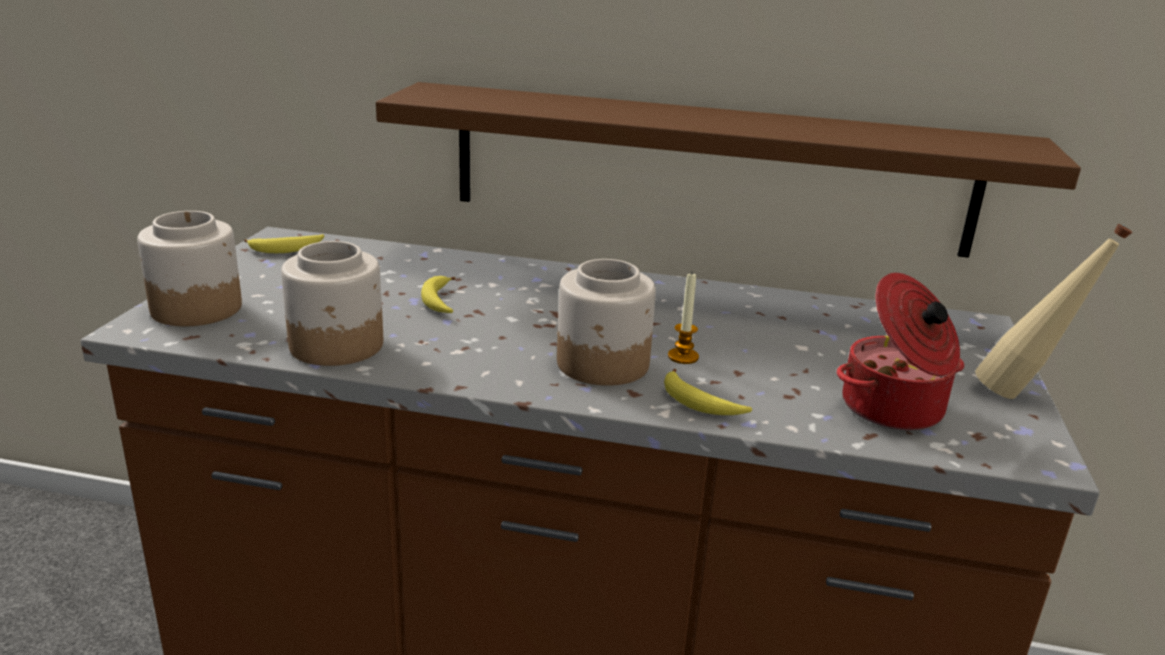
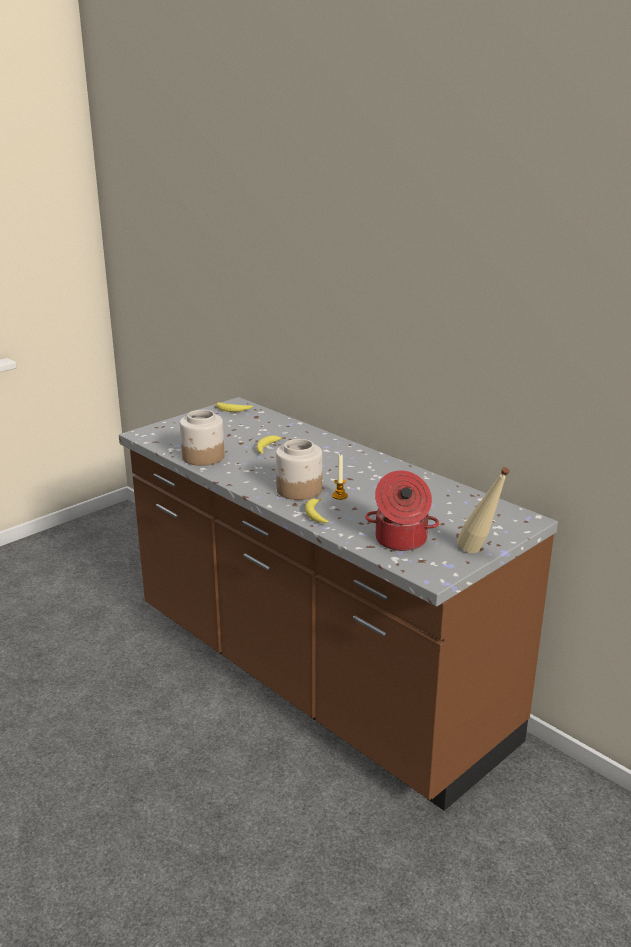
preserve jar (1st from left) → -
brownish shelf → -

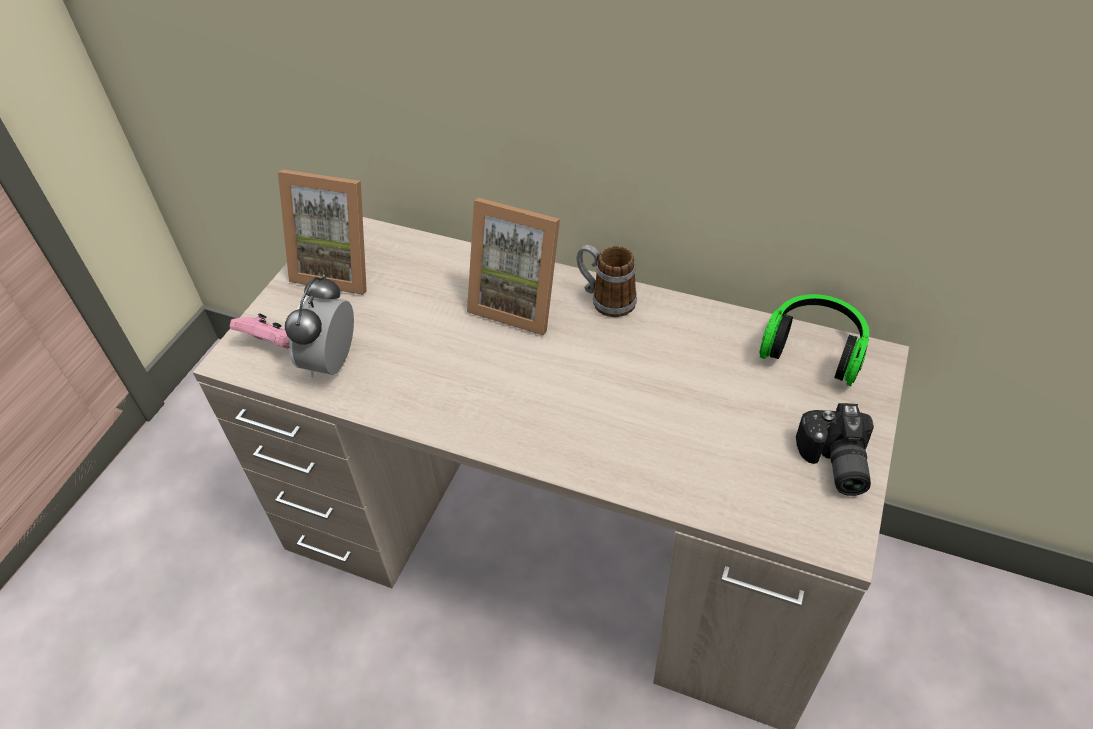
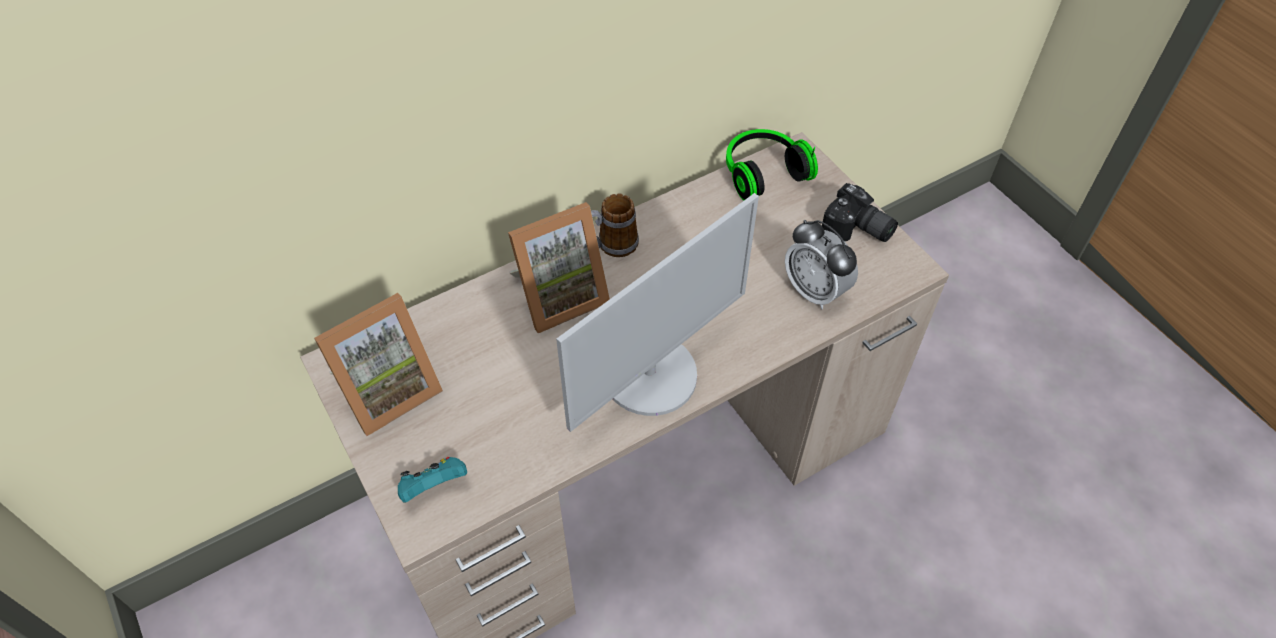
pinkish gamepad → turquoise gamepad
- → monitor
alarm clock, move

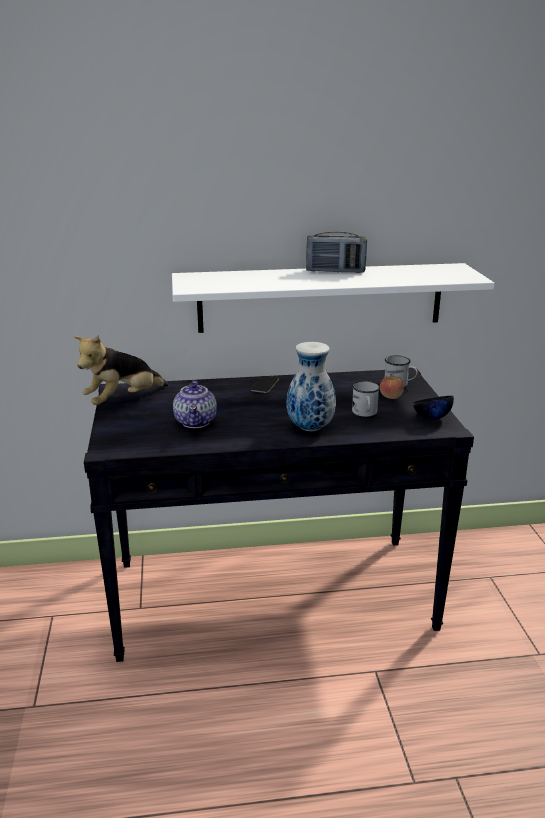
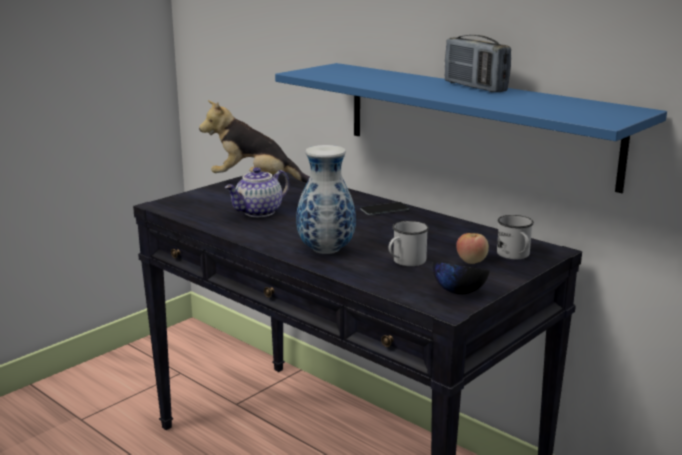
white-coloured shelf → bluish shelf

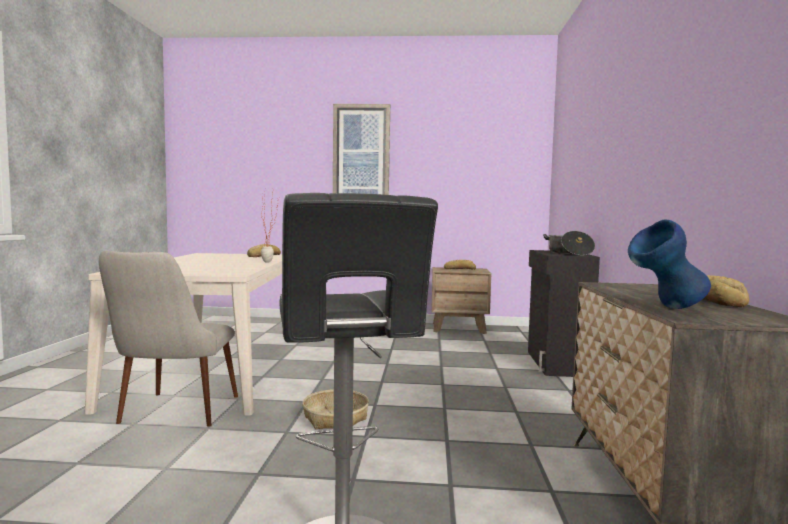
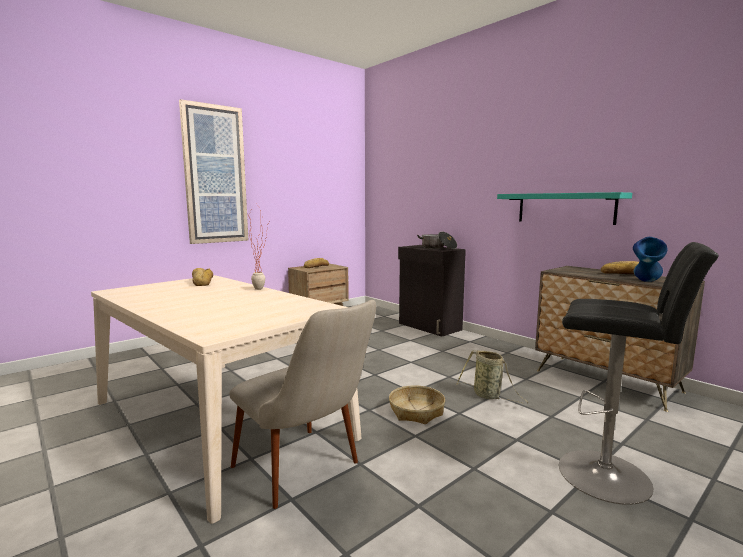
- → household basket (2nd from left)
- → turquoise shelf

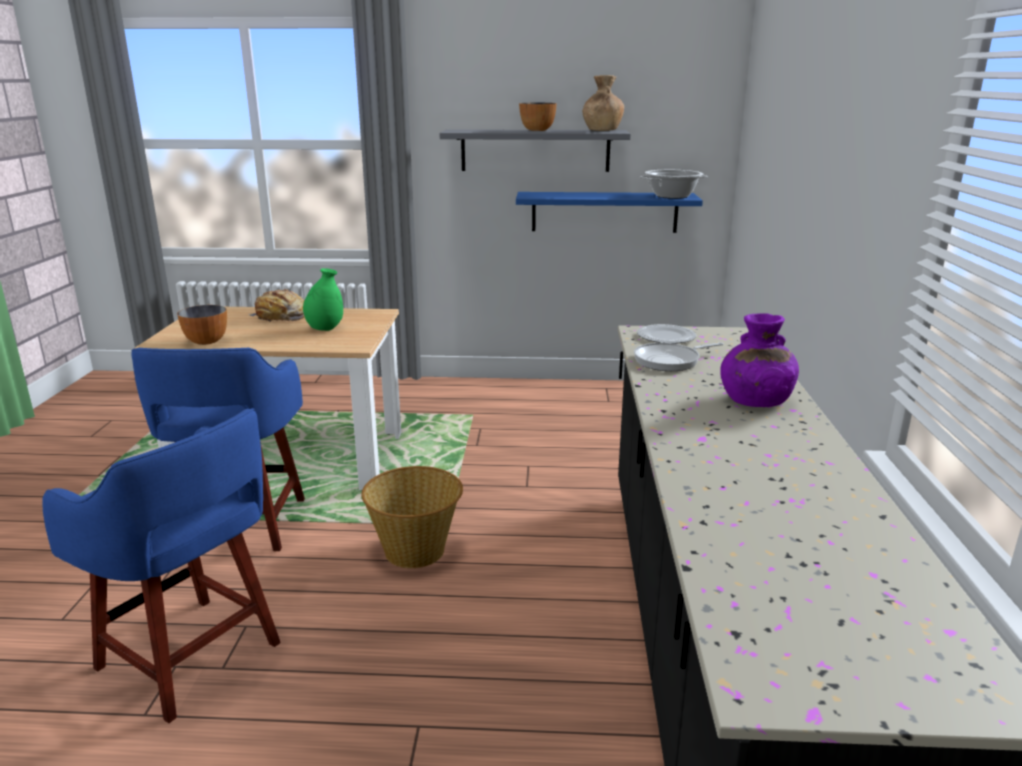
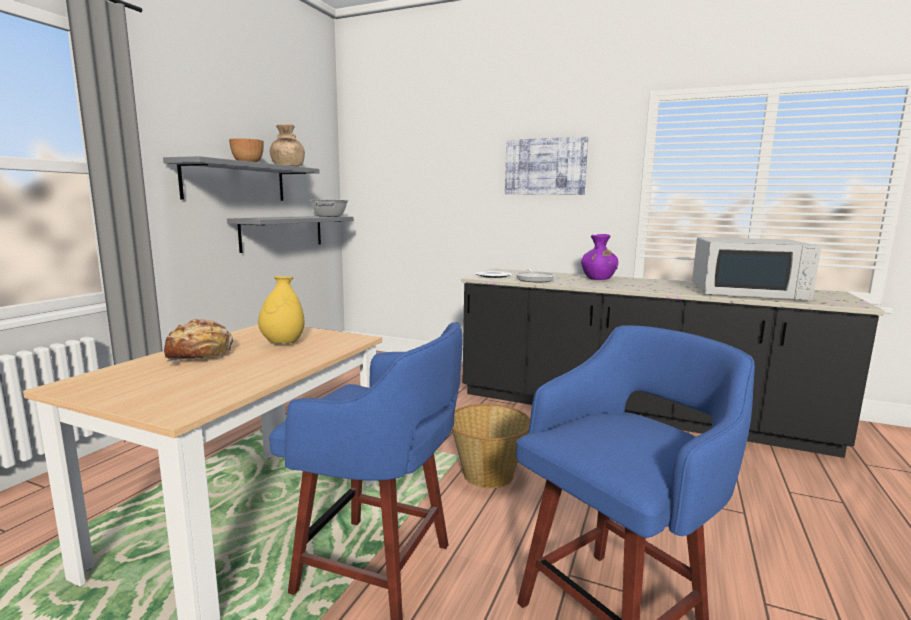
bluish shelf → grey shelf (2nd from left)
green vase → yellow-coloured vase
- → wall art
- → white-coloured kitchen microwave
bowl (1st from left) → -

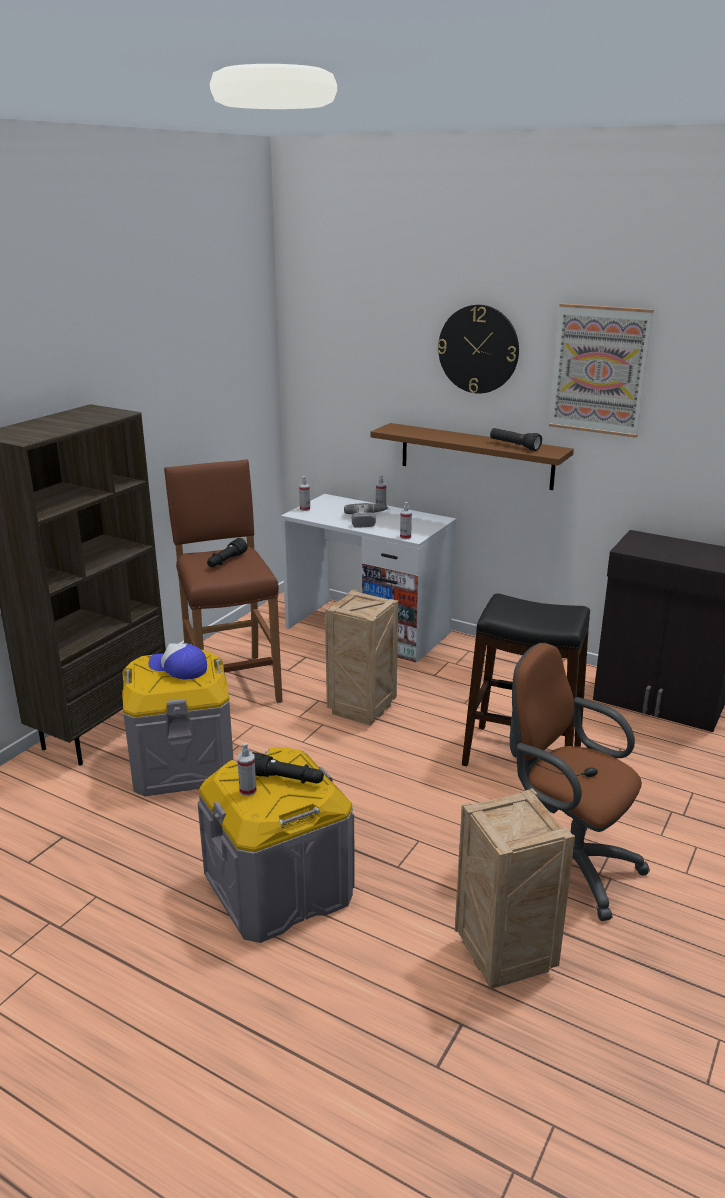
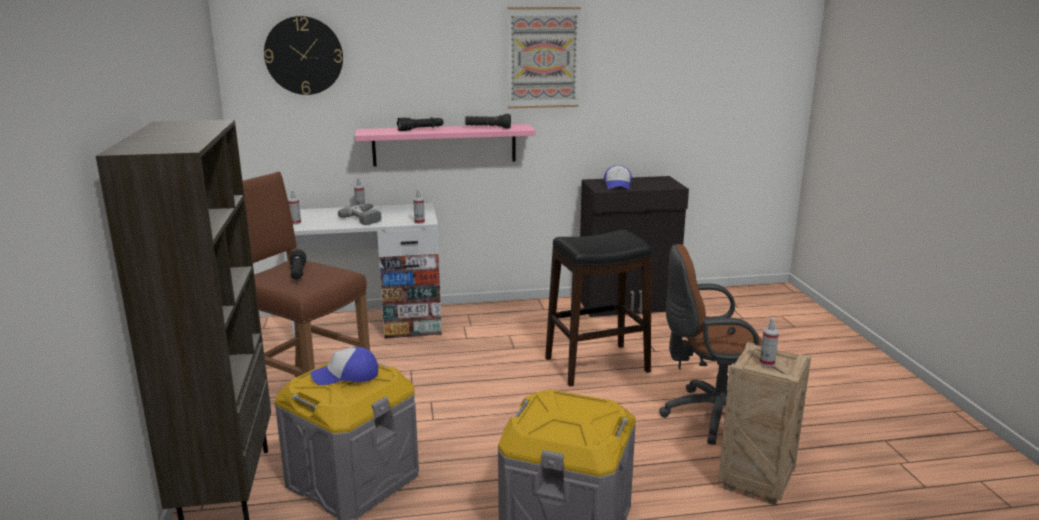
hanging clock, move
brownish shelf → pinkish shelf
blackish hand torch (2nd from left), move
- → baseball cap (2nd from left)
sprayer (1st from left in the first image) → sprayer (4th from left), move
shipping crate (1st from left) → -

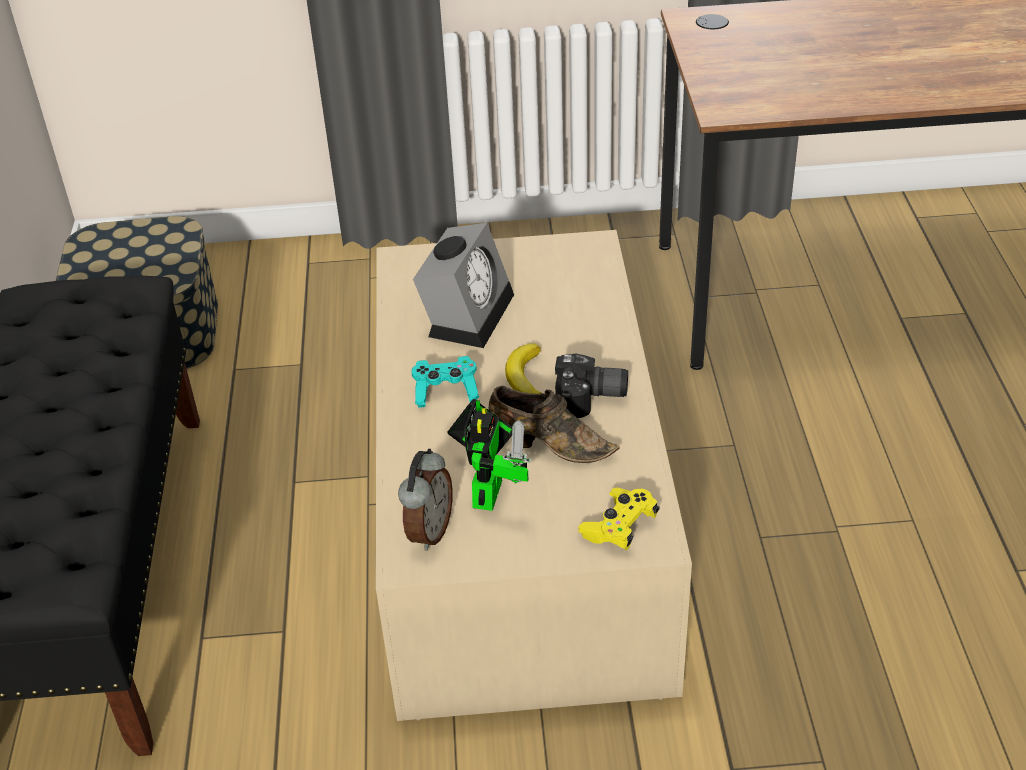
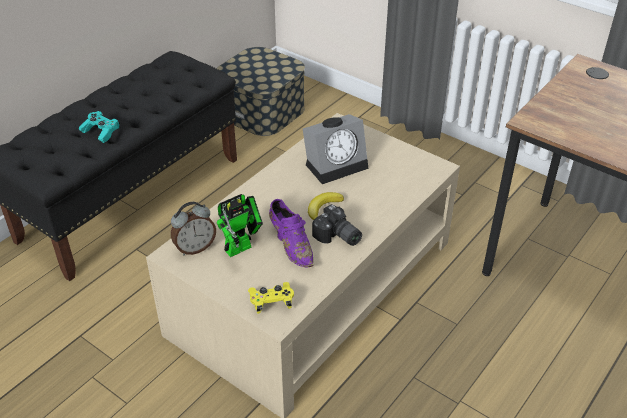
turquoise gamepad, move
brownish item of footwear → purple item of footwear

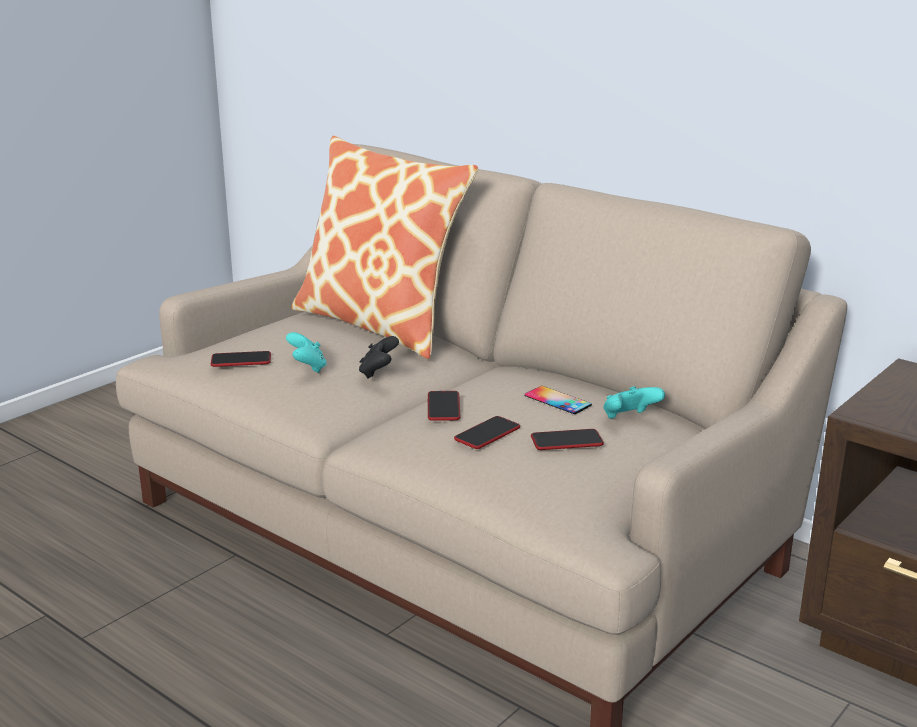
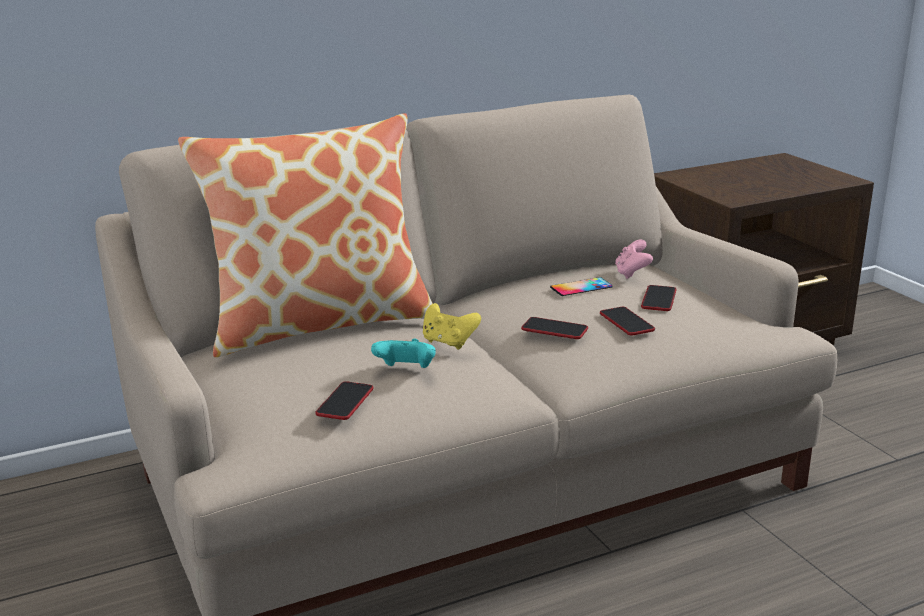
blackish gamepad → yellow-coloured gamepad
turquoise gamepad (2nd from left) → pinkish gamepad

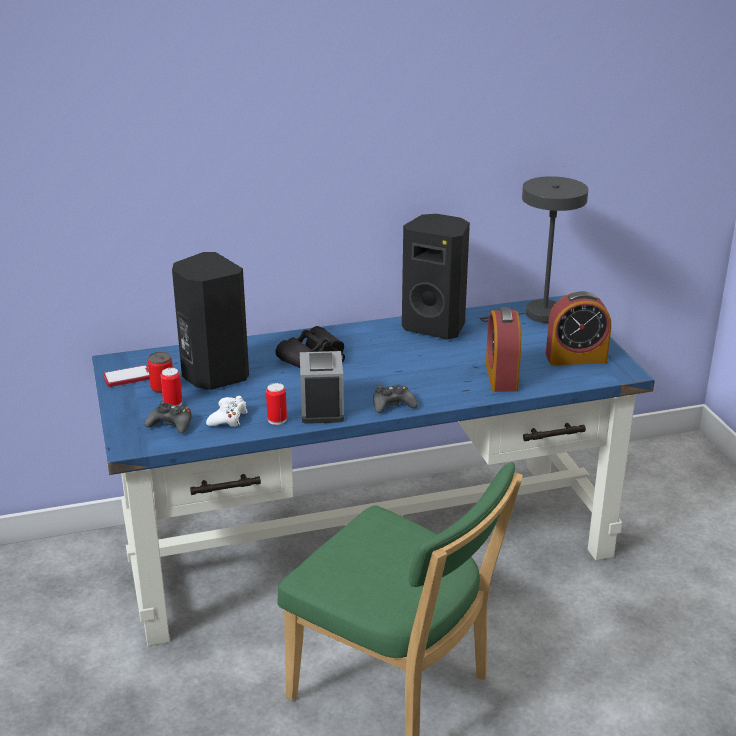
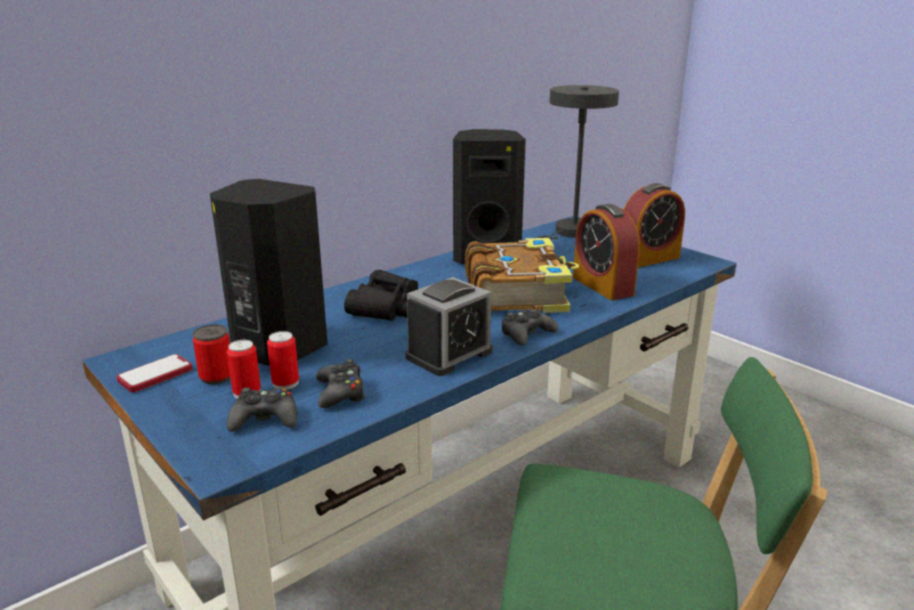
metal can (3rd from left), move
white-coloured gamepad → blackish gamepad (2nd from left)
alarm clock (1st from left), 75 degrees clockwise
- → volume

